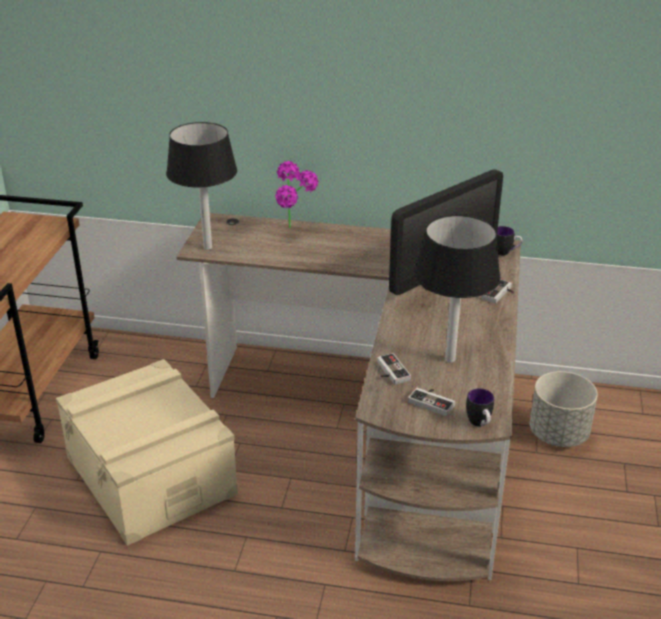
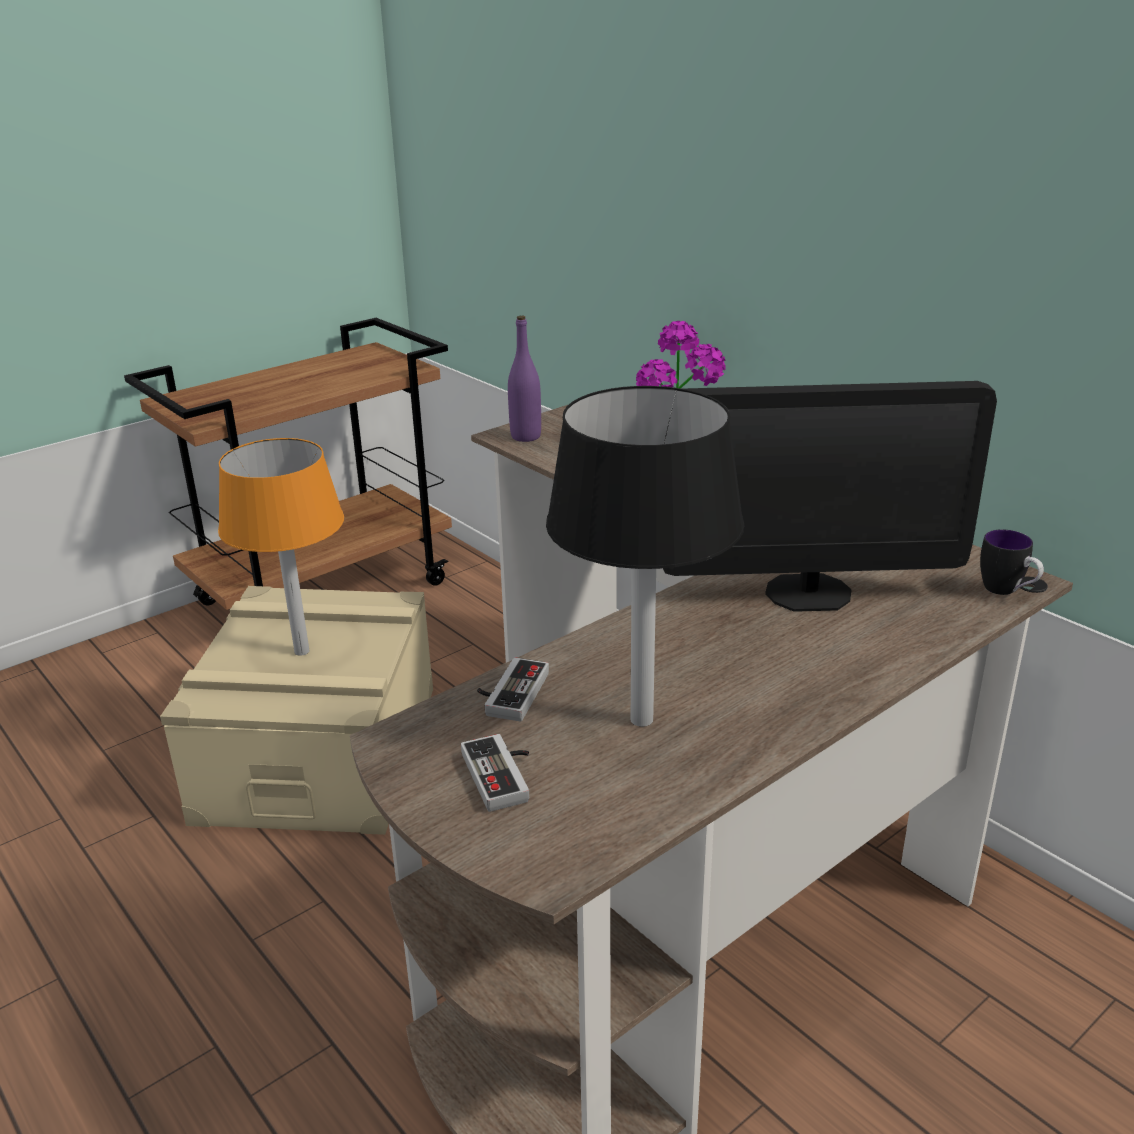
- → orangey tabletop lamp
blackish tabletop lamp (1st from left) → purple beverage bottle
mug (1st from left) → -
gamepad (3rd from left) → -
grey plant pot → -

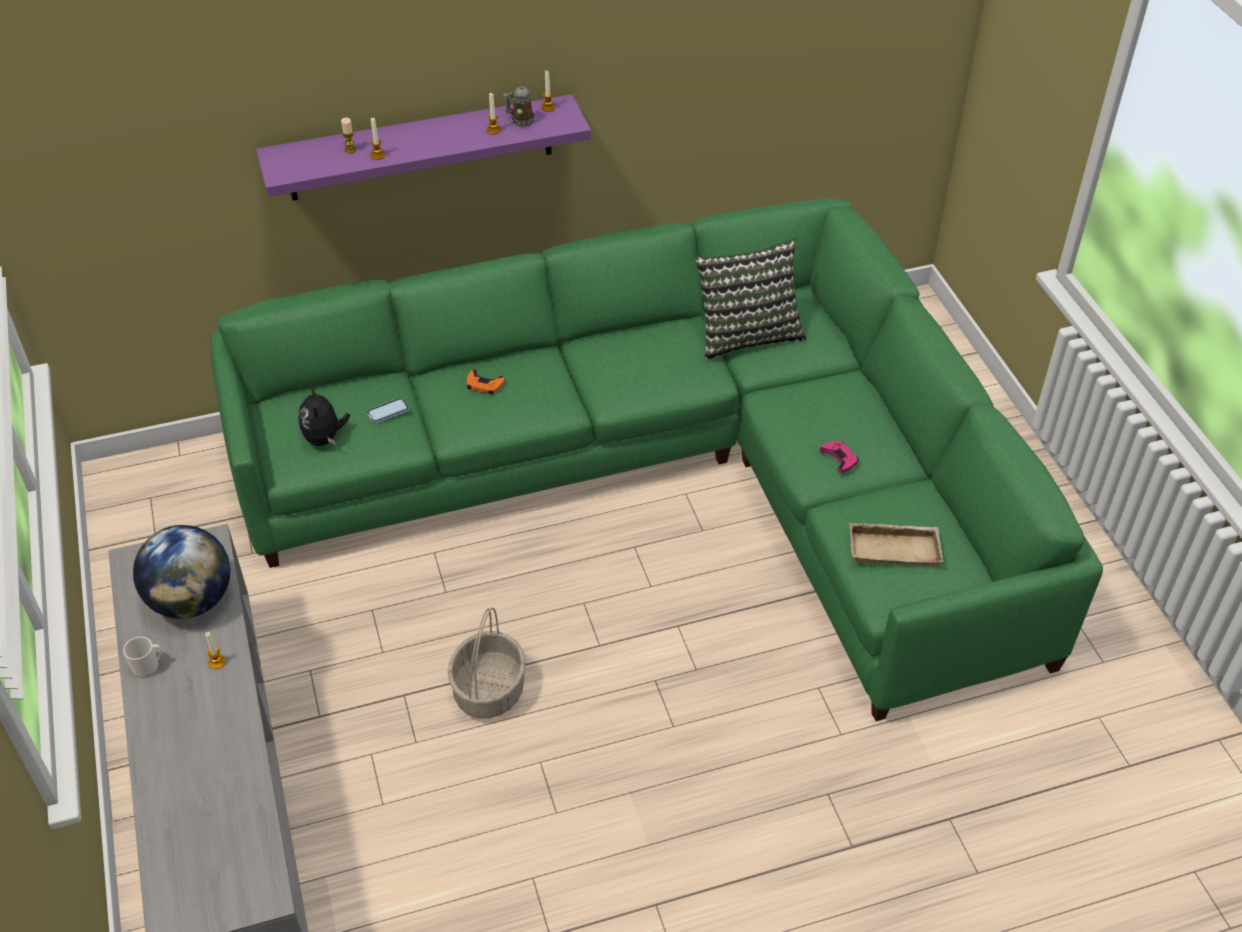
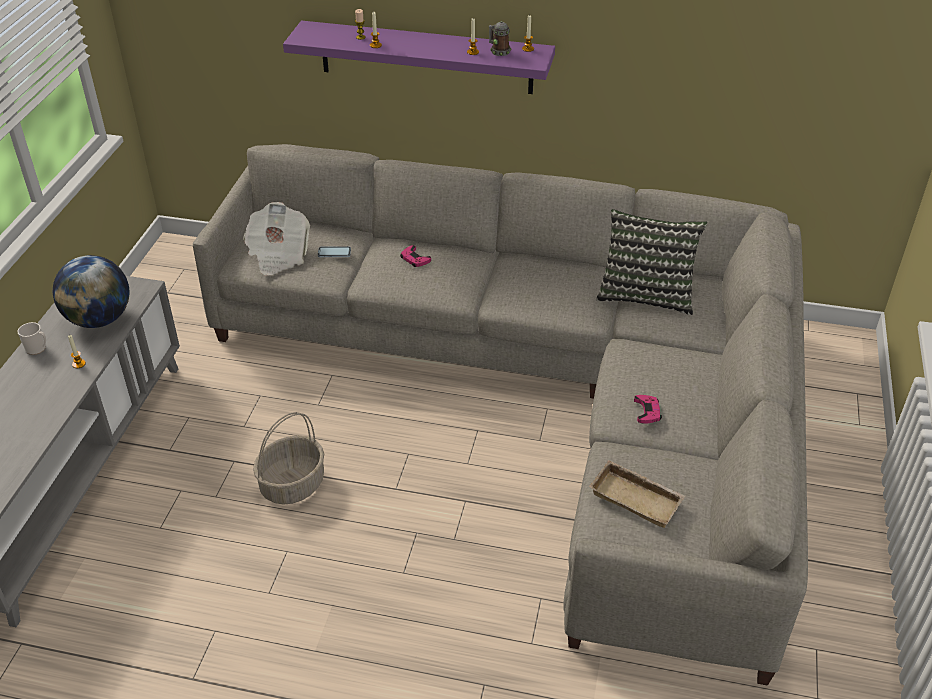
green settee → grey settee
plush toy → printed paper
orangey gamepad → pinkish gamepad (1st from left)

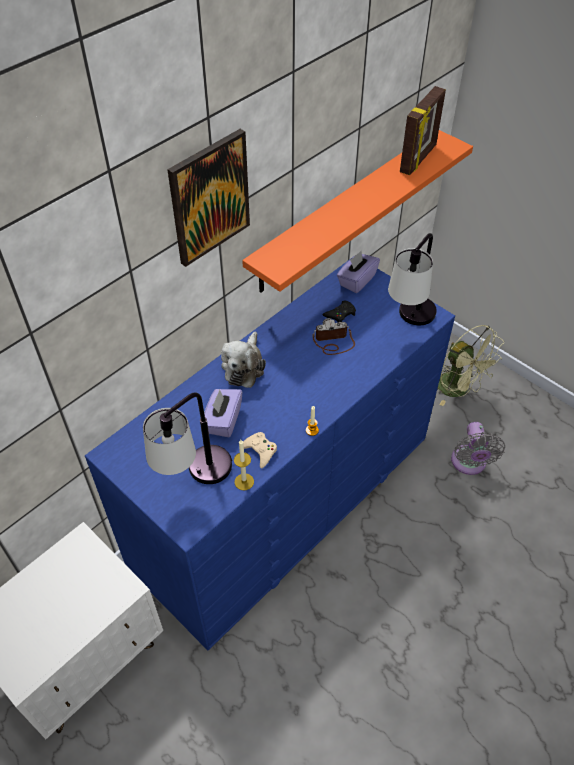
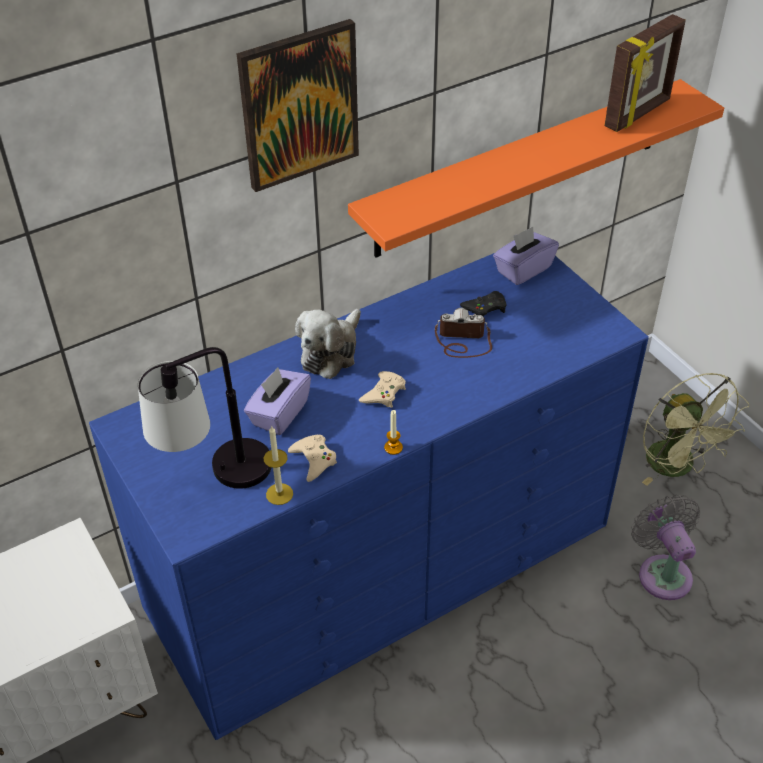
- → sand-coloured gamepad (2nd from left)
grey electric fan, 150 degrees clockwise
tabletop lamp (2nd from left) → -

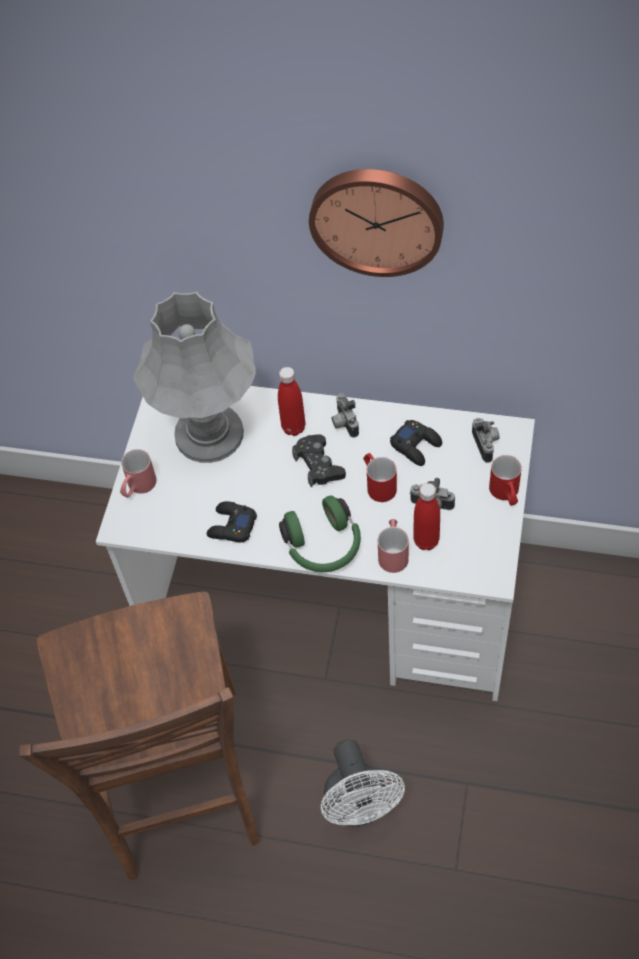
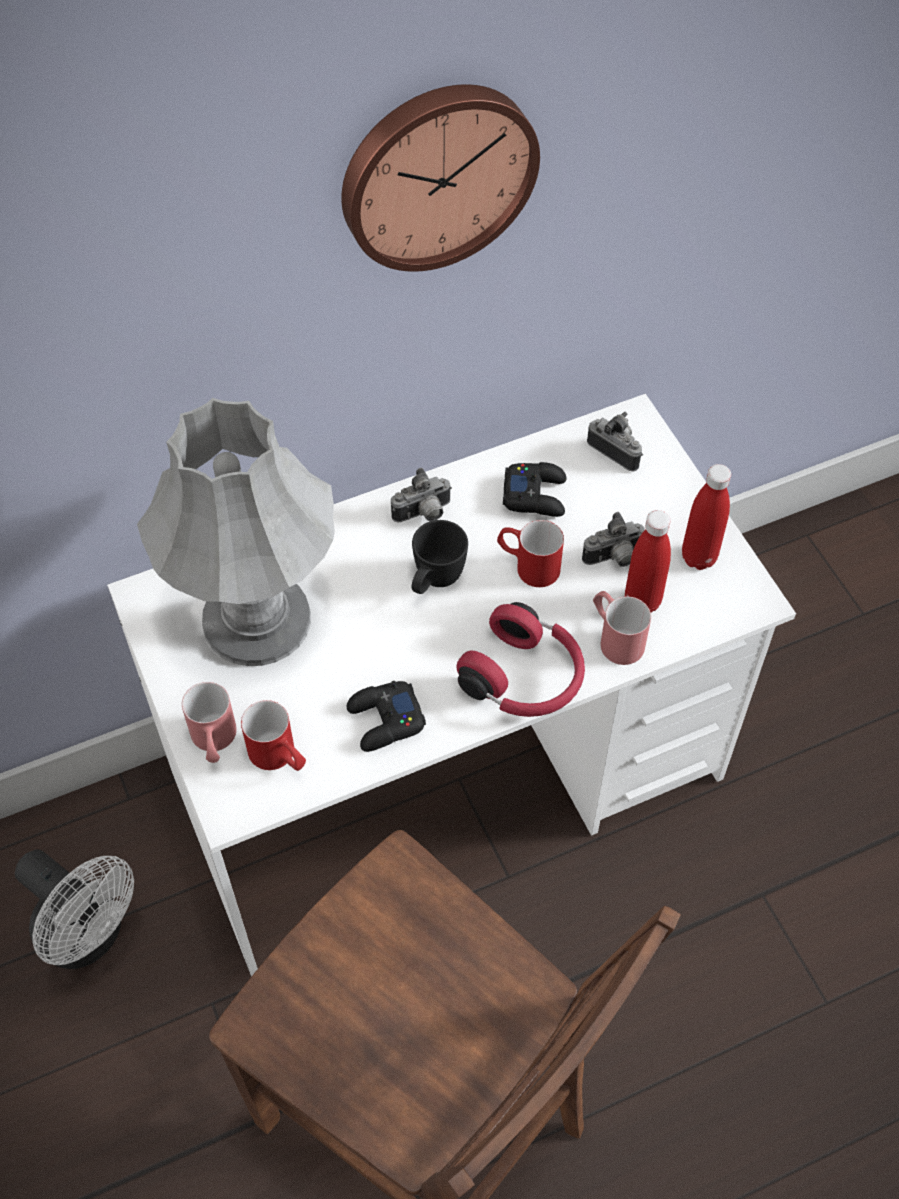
white-coloured electric fan, move
red mug (4th from left in the first image) → red mug (2nd from left), move
photo camera (1st from left), 60 degrees counterclockwise
blackish gamepad (2nd from left) → blackish mug
green headphones → red headphones
red beverage bottle (1st from left in the first image) → red beverage bottle (2nd from left), move

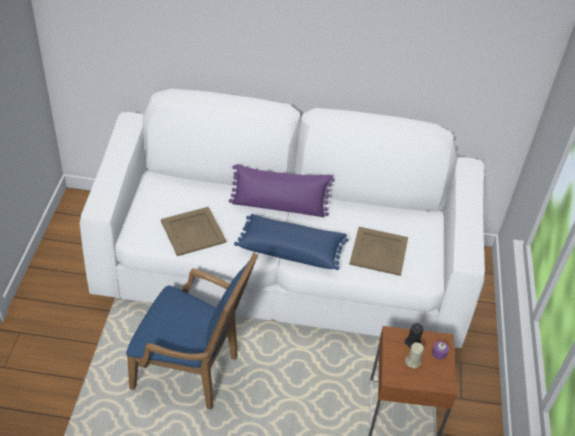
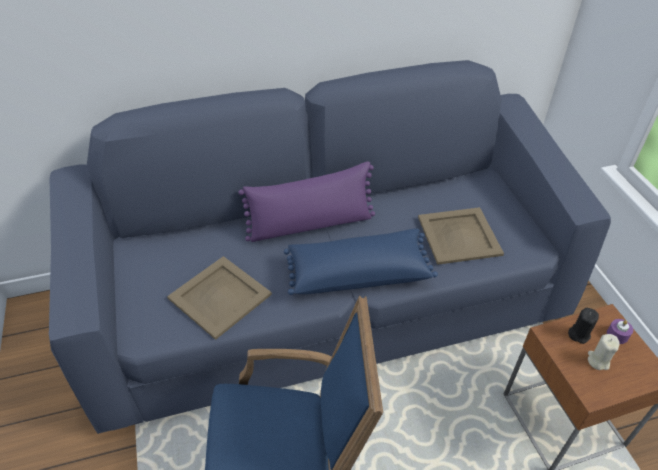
white-coloured settee → bluish settee

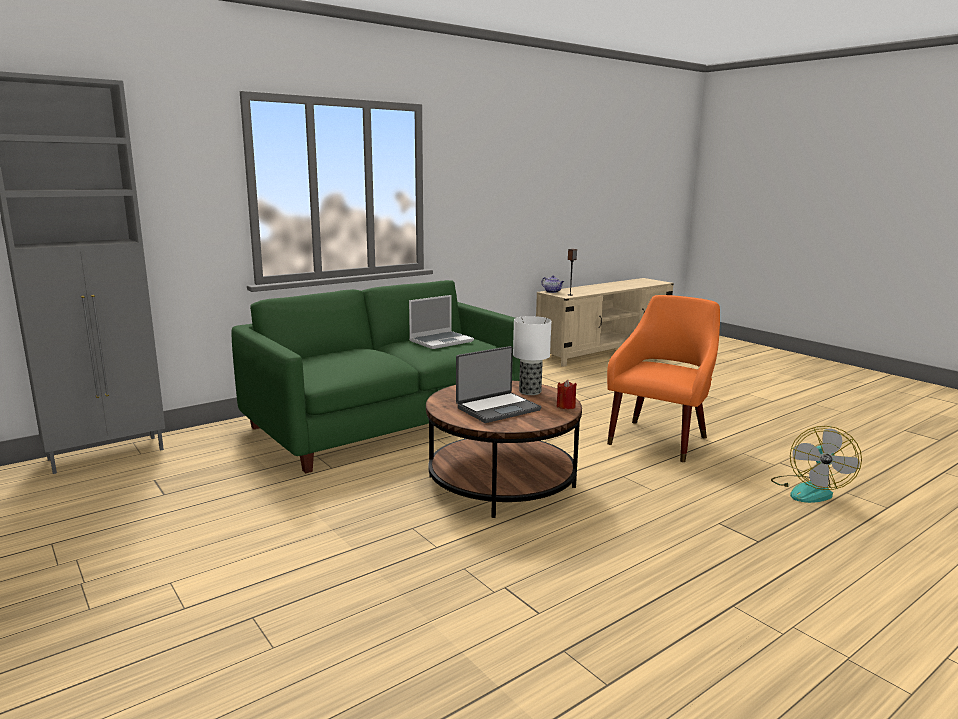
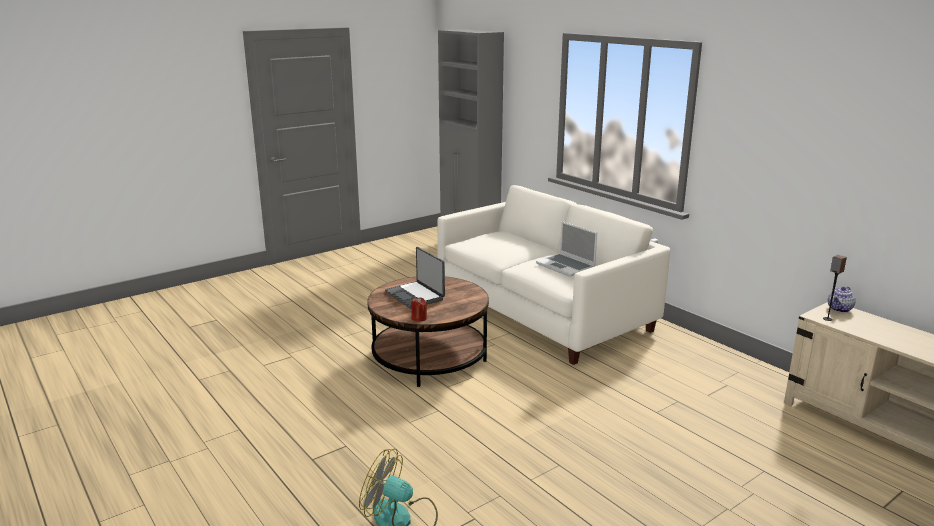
green settee → white-coloured settee
tabletop lamp → -
orangey lounge chair → -

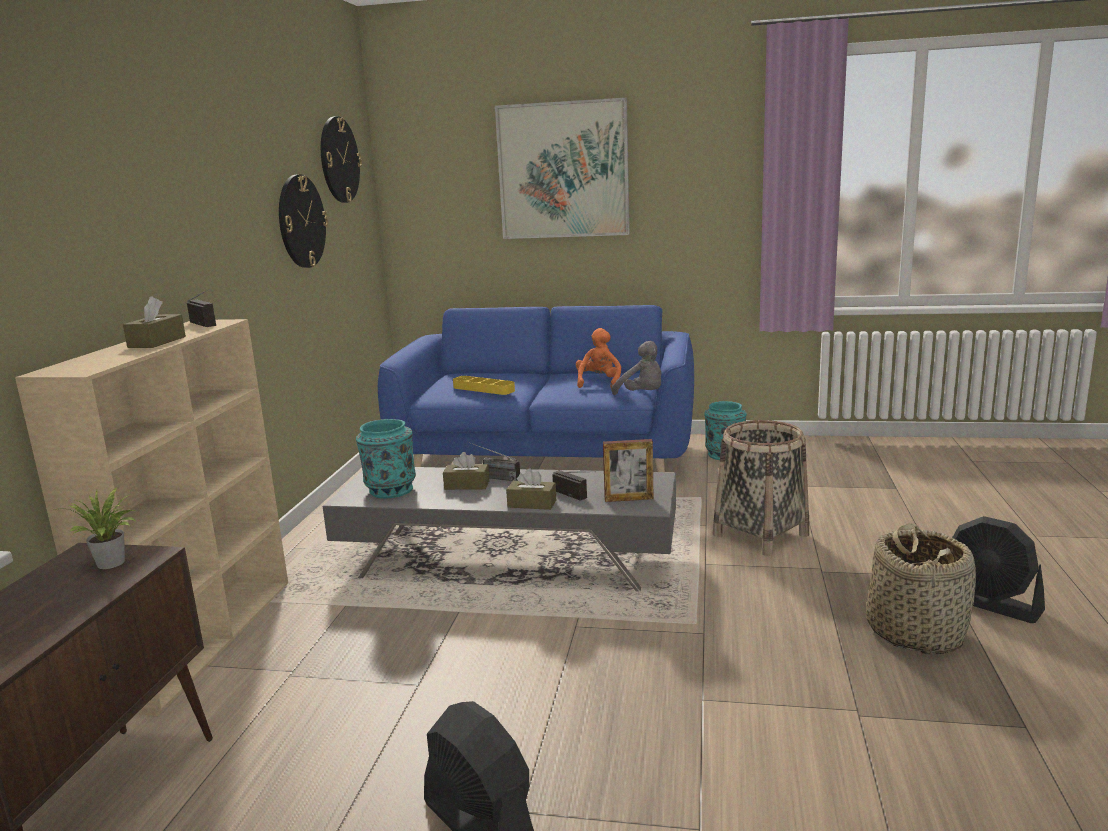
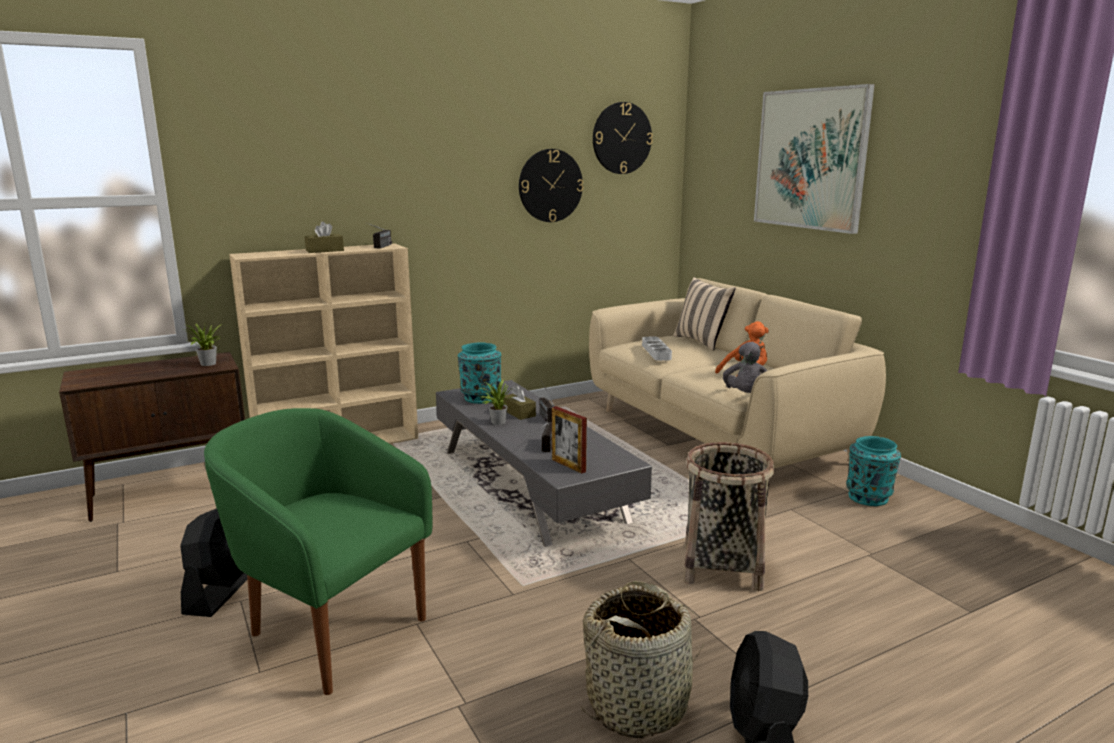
- → green lounge chair
- → plant in a pot (2nd from left)
bluish settee → sand-coloured settee
yellow-coloured carrying tray → grey carrying tray
- → sand-coloured throw pillow
brownish tissue box (3rd from left) → -

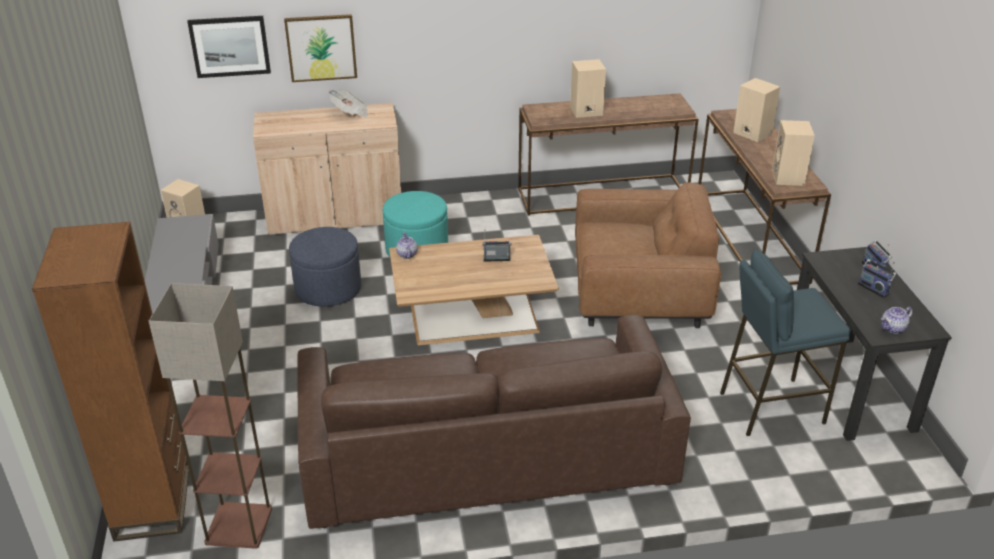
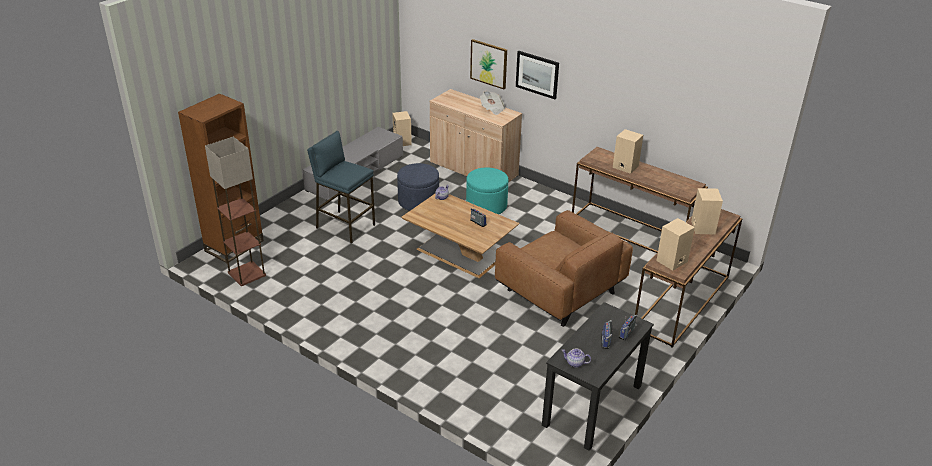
bluish sitting stool, move
wall art (1st from left in the first image) → wall art (2nd from left), move
brownish settee → -

